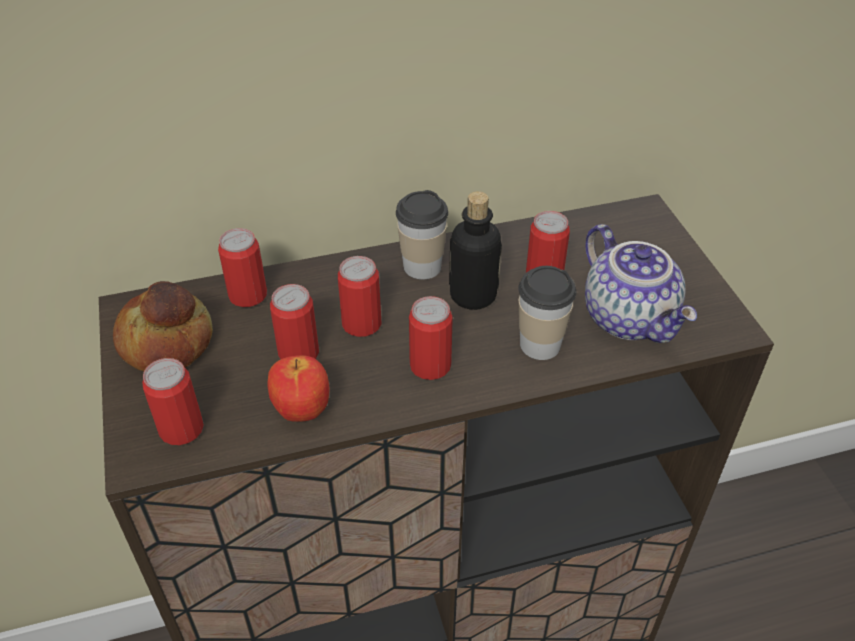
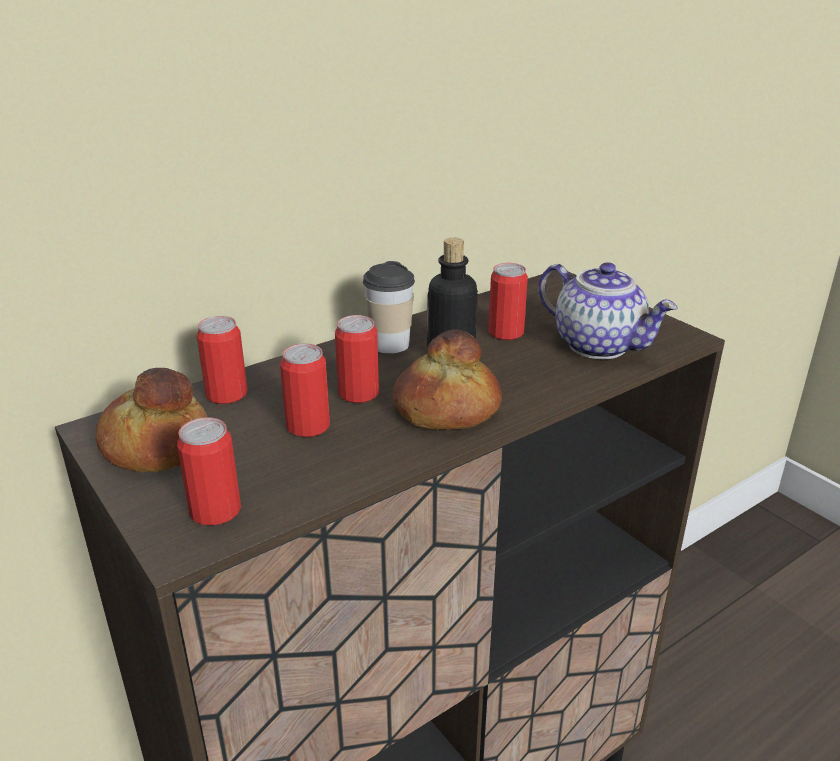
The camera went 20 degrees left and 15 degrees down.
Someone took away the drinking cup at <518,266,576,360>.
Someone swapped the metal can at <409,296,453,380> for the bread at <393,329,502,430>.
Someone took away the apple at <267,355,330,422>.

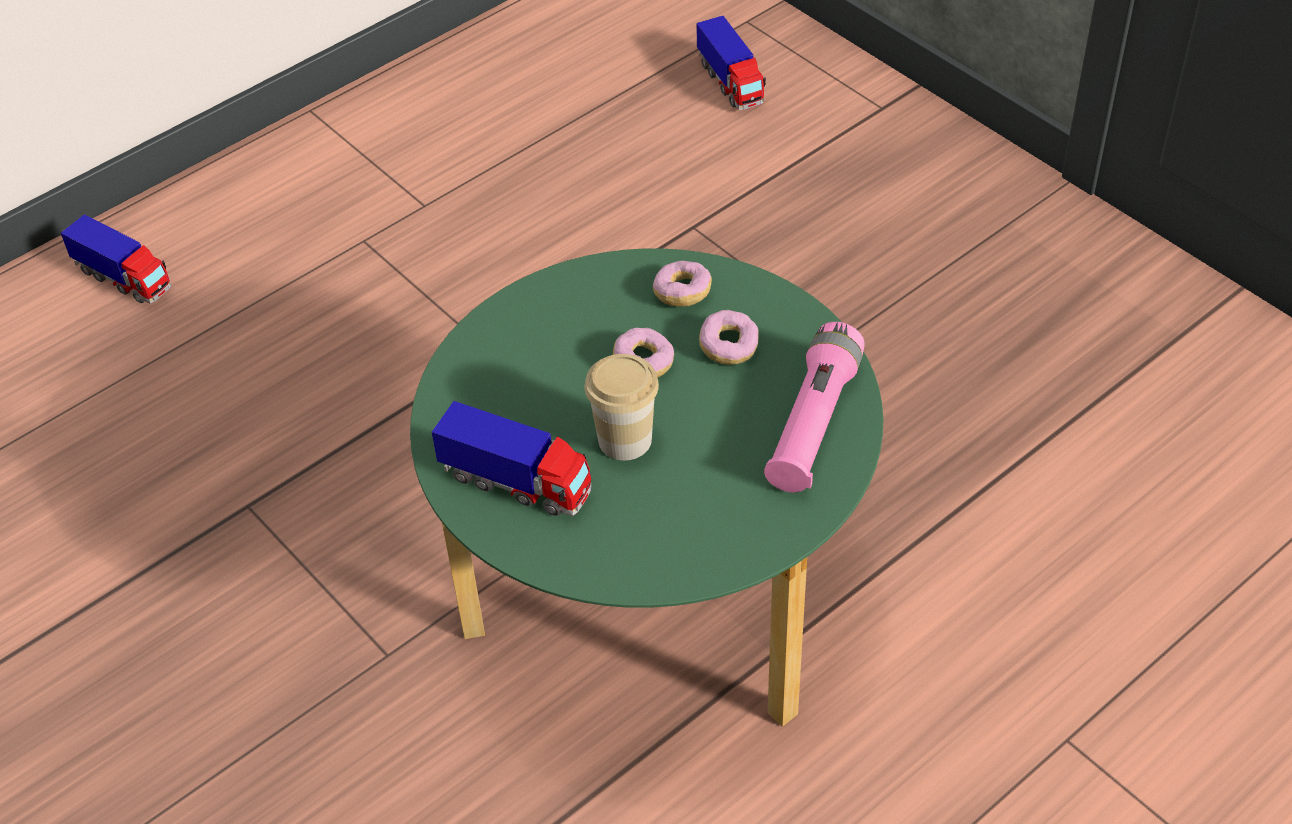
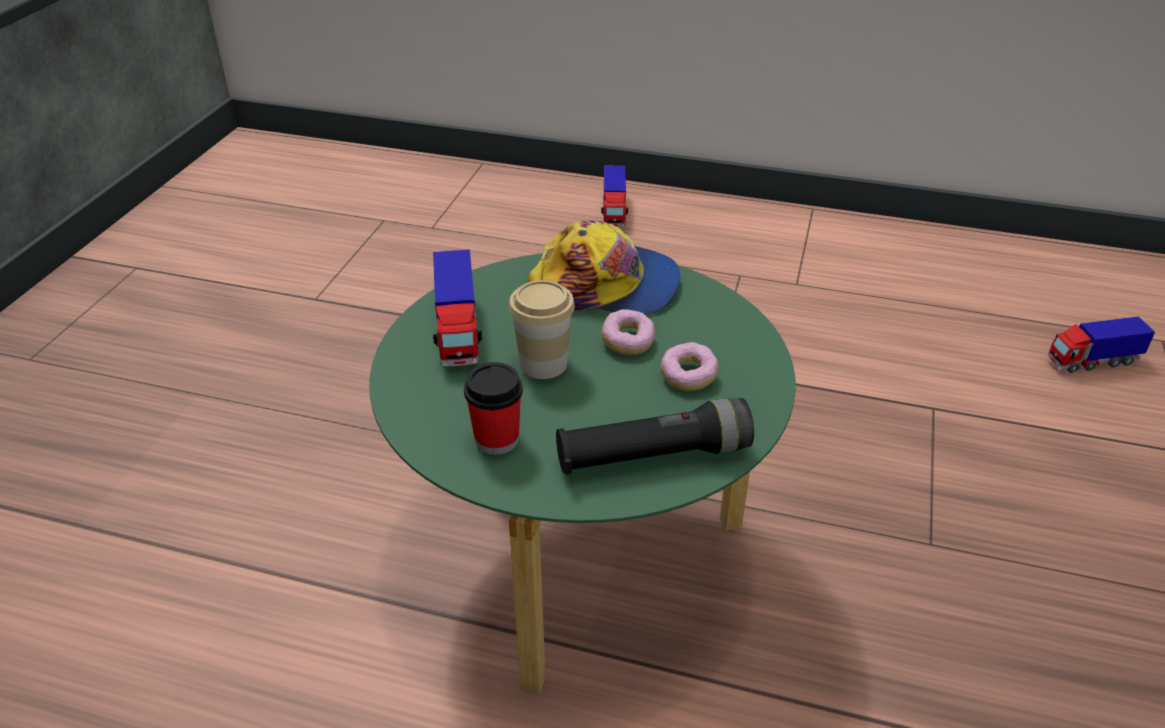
The camera went 55 degrees right and 10 degrees down.
Someone rotated the toy truck at <696,16,766,110> by 45 degrees clockwise.
Someone took away the donut at <653,261,712,307>.
Someone repainted the pink flashlight at <764,322,865,492>, which became the black-coloured flashlight at <556,398,754,475>.
Someone put down the baseball cap at <528,220,680,315>.
Someone put down the drinking cup at <464,362,523,455>.

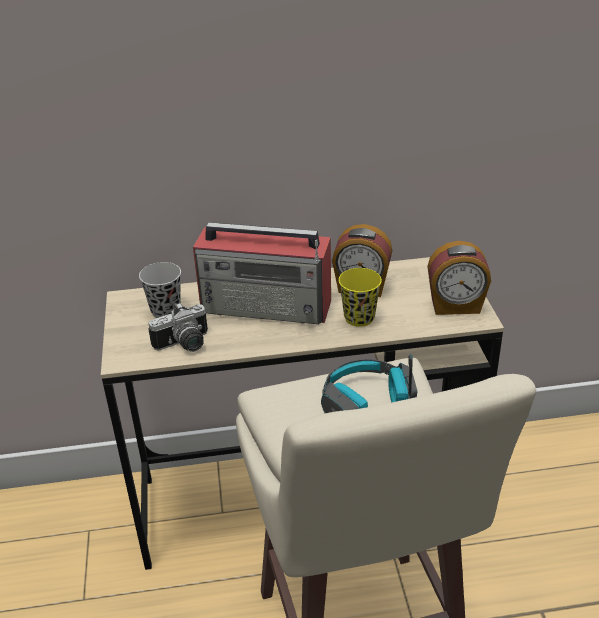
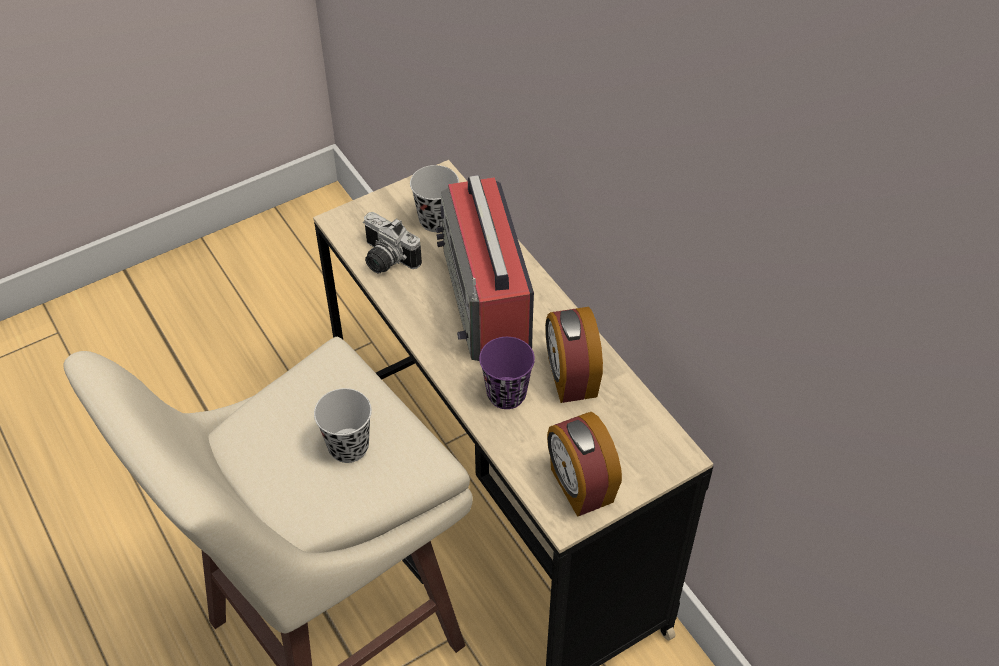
The camera went 65 degrees right and 15 degrees up.
Someone repainted the yellowish drinking cup at <339,268,382,327>, which became the purple-coloured drinking cup at <479,337,535,409>.
Someone swapped the headphones at <321,354,417,413> for the black-coloured drinking cup at <314,388,372,463>.

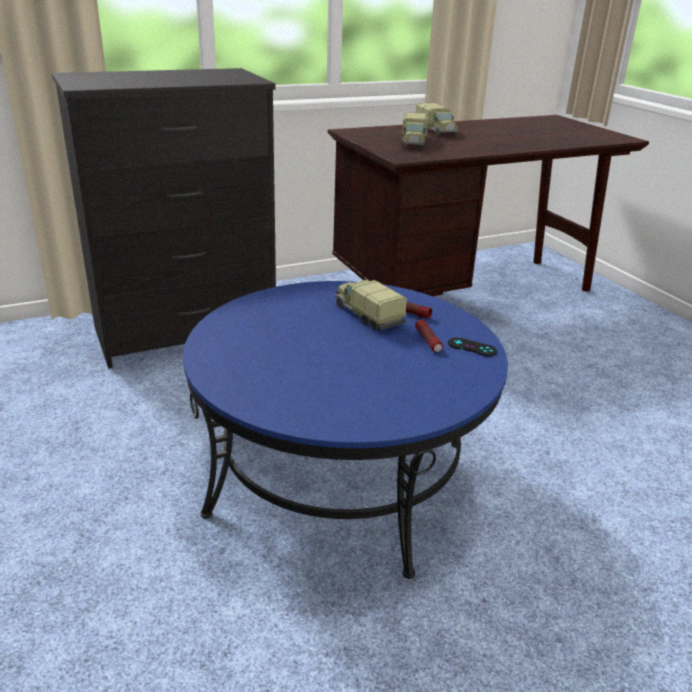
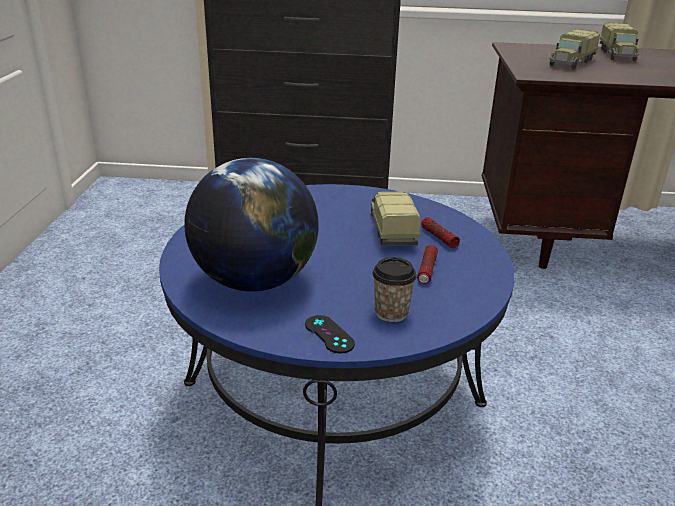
The camera went 30 degrees right and 0 degrees up.
Someone carried the black-coloured joypad from <448,338,497,357> to <305,315,355,353>.
Someone put down the globe at <184,158,319,292>.
Someone put down the drinking cup at <372,257,417,322>.

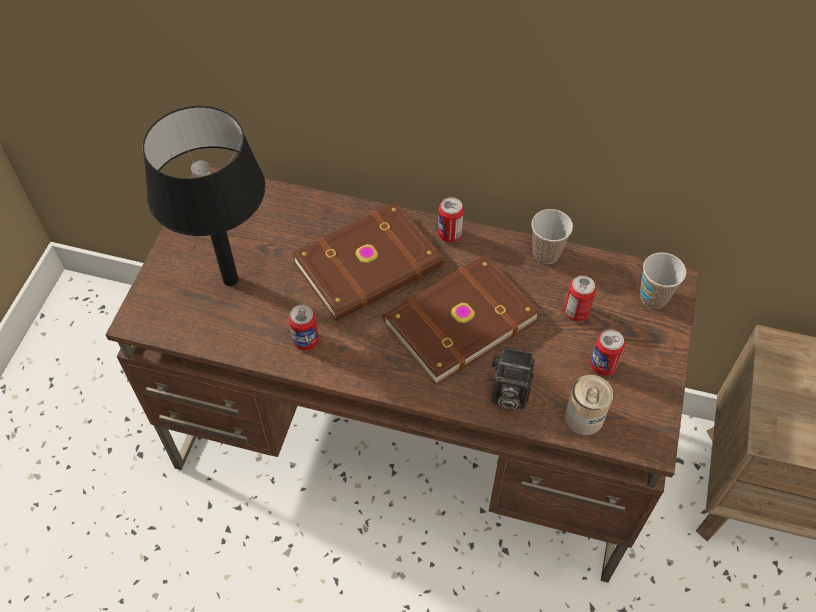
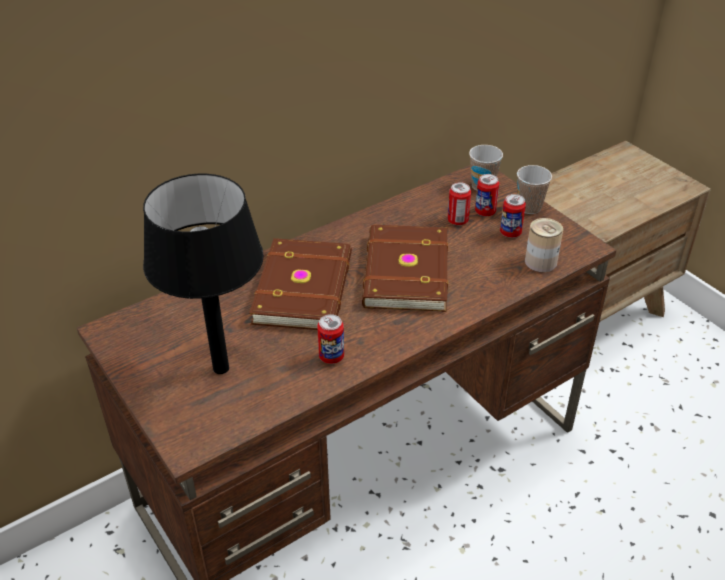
The camera went 50 degrees left and 15 degrees down.
Someone carried the metal can from <438,197,464,242> to <475,174,499,216>.
Someone carried the drinking cup from <531,209,573,264> to <517,165,552,214>.
Someone took away the still camera at <491,347,535,410>.

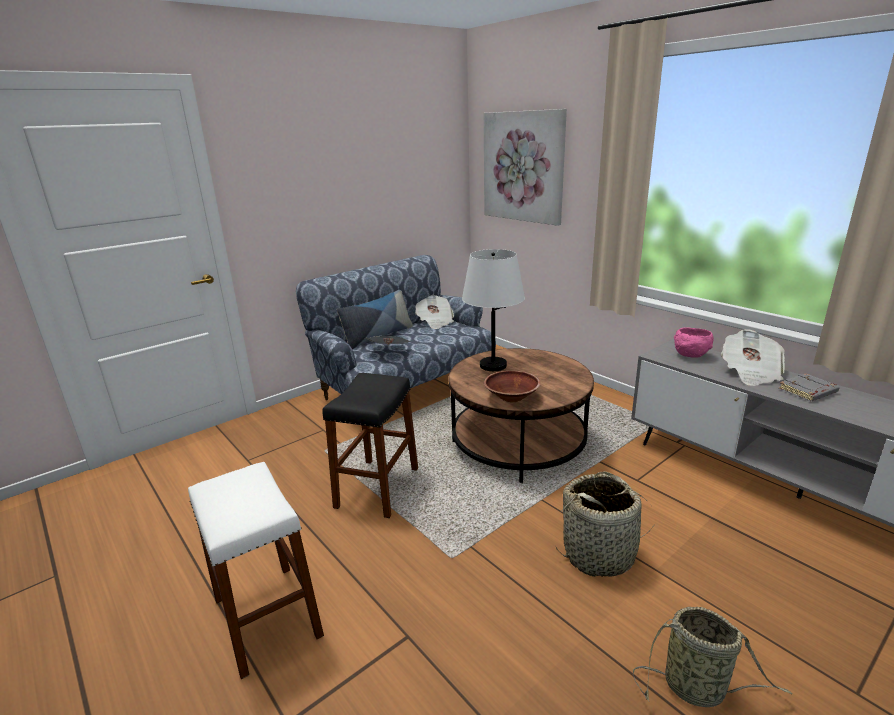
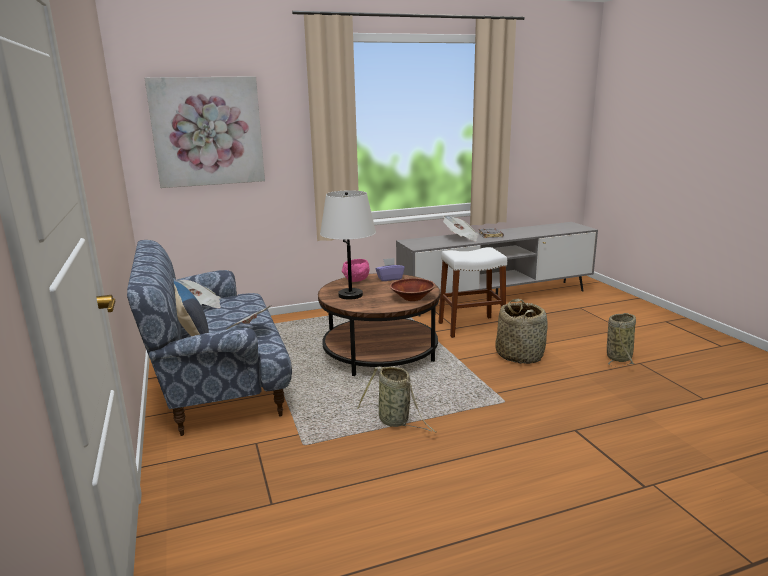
The camera went 70 degrees left and 5 degrees down.
Someone carried the pink bowl from <674,327,714,358> to <342,259,369,282>.
Someone swapped the black-coloured stool seat at <322,373,418,518> for the storage basket at <357,366,436,432>.
Someone carried the white stool seat from <188,462,324,679> to <439,247,507,338>.
Someone put down the purple-coloured tissue holder at <375,258,405,281>.

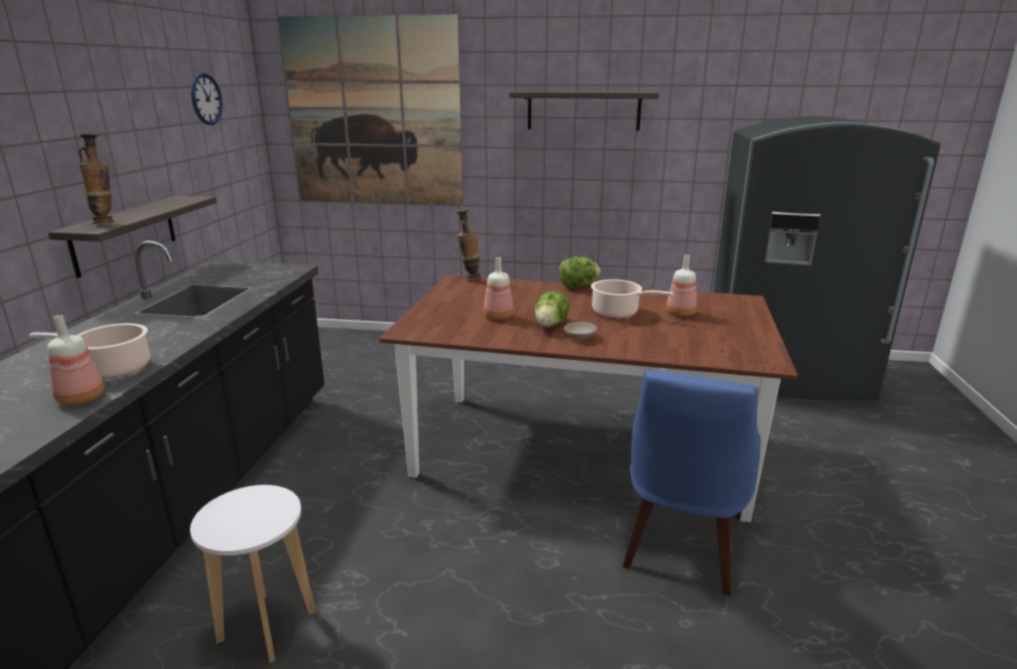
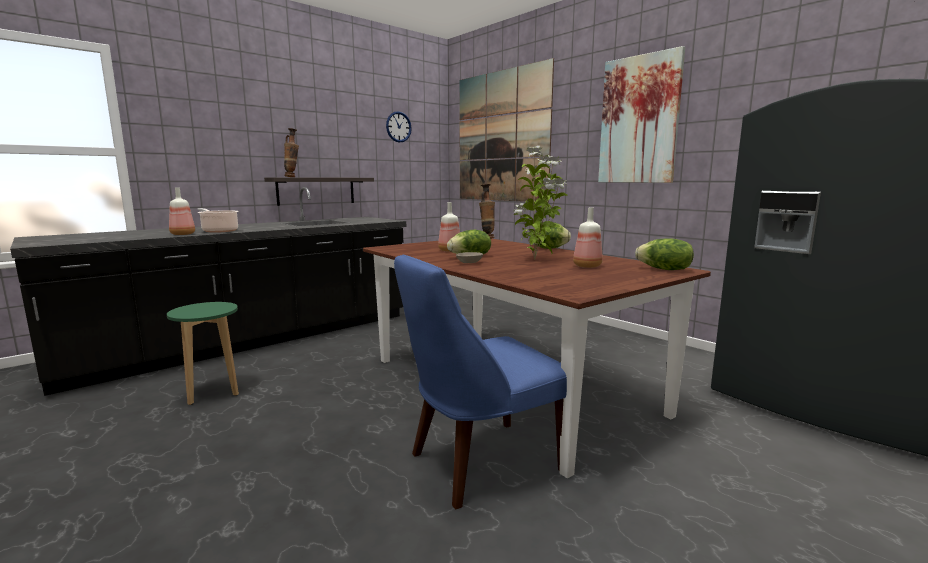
The camera went 40 degrees right and 10 degrees down.
Someone swapped the bracket shelf at <509,91,659,131> for the wall art at <598,46,685,183>.
Someone swapped the cooking pot at <591,279,673,318> for the houseplant at <513,146,568,260>.
Someone repainted the white stool seat at <190,485,316,663>, which became the green stool seat at <167,302,239,405>.
Someone put down the lettuce at <635,238,694,270>.

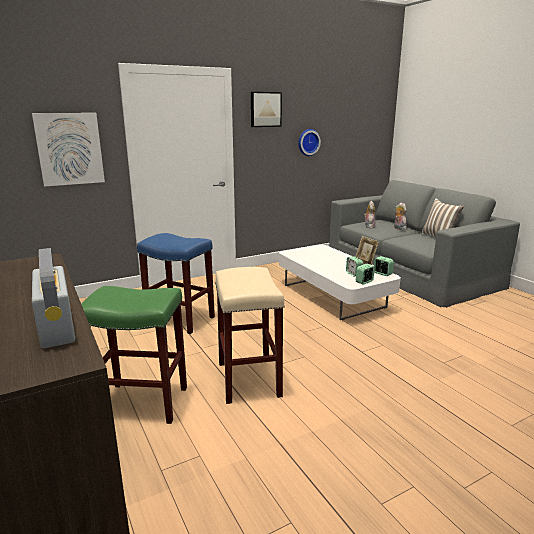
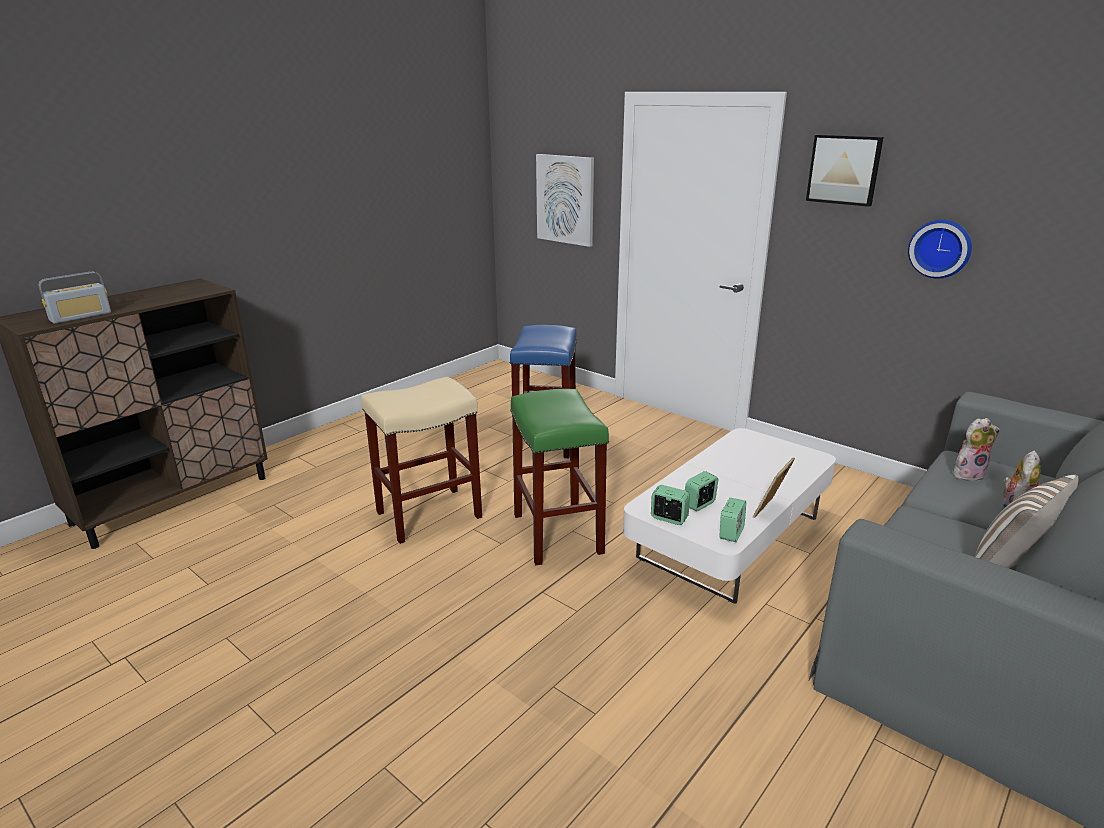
The camera went 70 degrees right and 5 degrees up.
Someone carried the green stool seat from <81,286,187,424> to <510,389,609,565>.

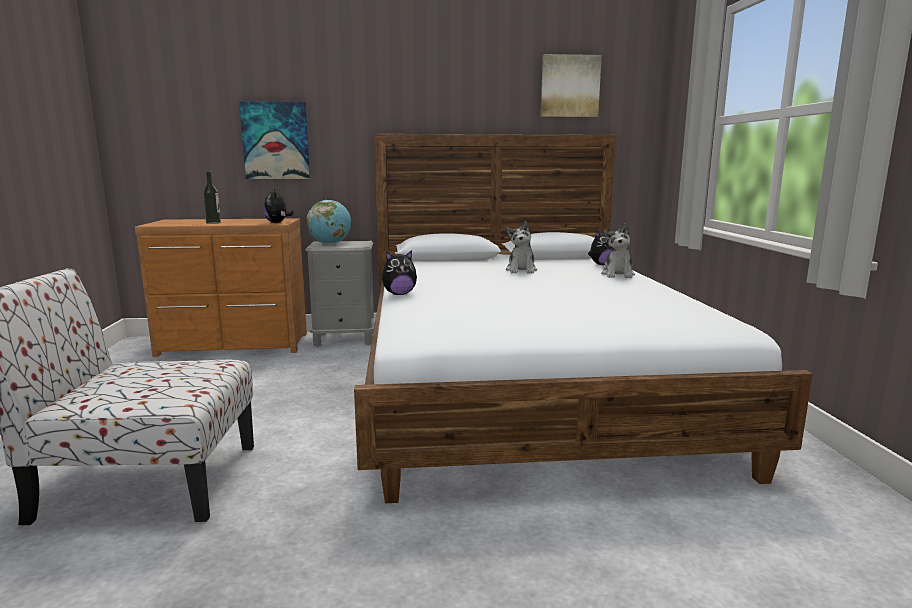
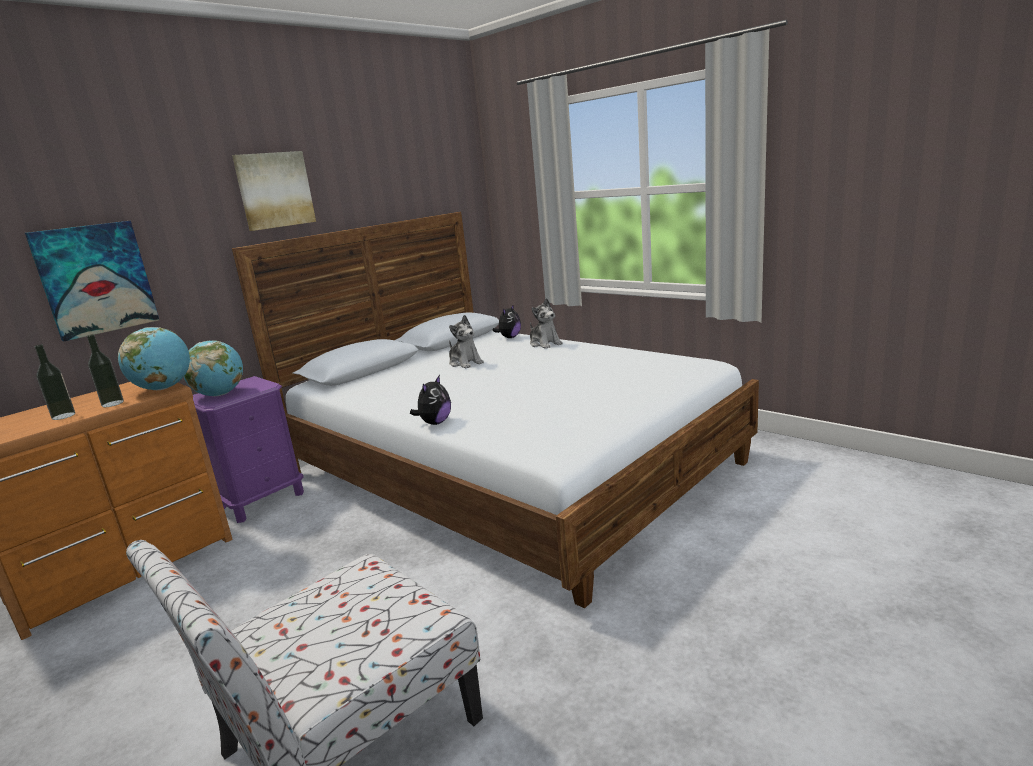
The camera went 40 degrees left and 5 degrees up.
Someone carried the wall art from <541,54,602,117> to <232,151,316,231>.
Someone swapped the plush toy at <263,189,293,223> for the globe at <118,327,190,390>.
Someone repainted the greyish night table at <305,241,376,346>, which became the purple-coloured night table at <193,376,304,523>.
Someone put down the bottle at <87,334,124,407>.

